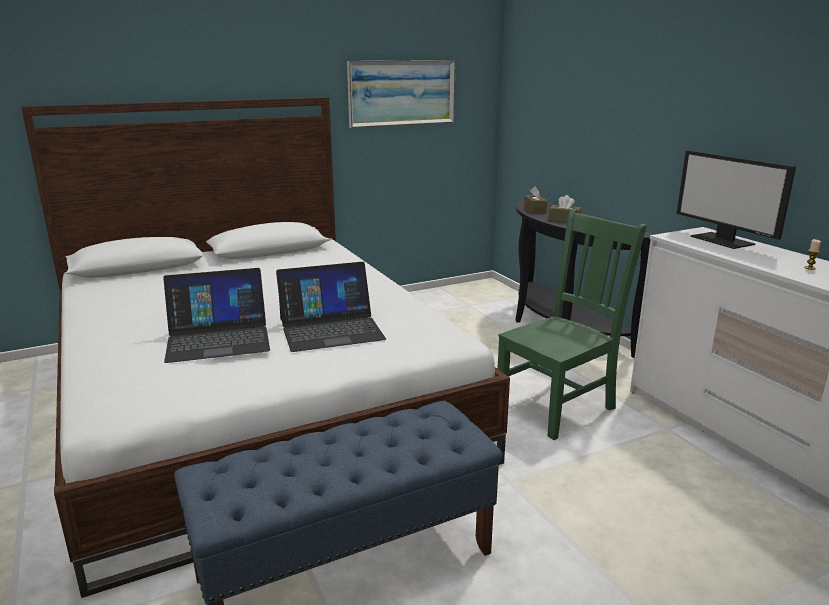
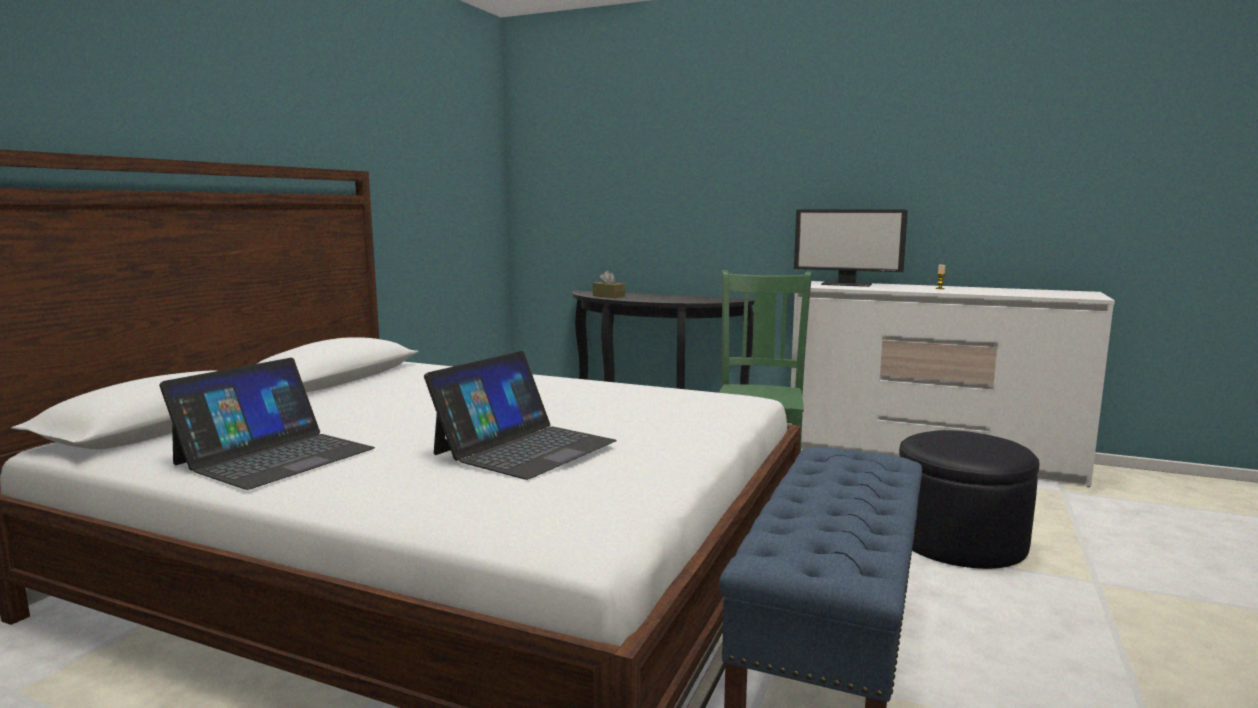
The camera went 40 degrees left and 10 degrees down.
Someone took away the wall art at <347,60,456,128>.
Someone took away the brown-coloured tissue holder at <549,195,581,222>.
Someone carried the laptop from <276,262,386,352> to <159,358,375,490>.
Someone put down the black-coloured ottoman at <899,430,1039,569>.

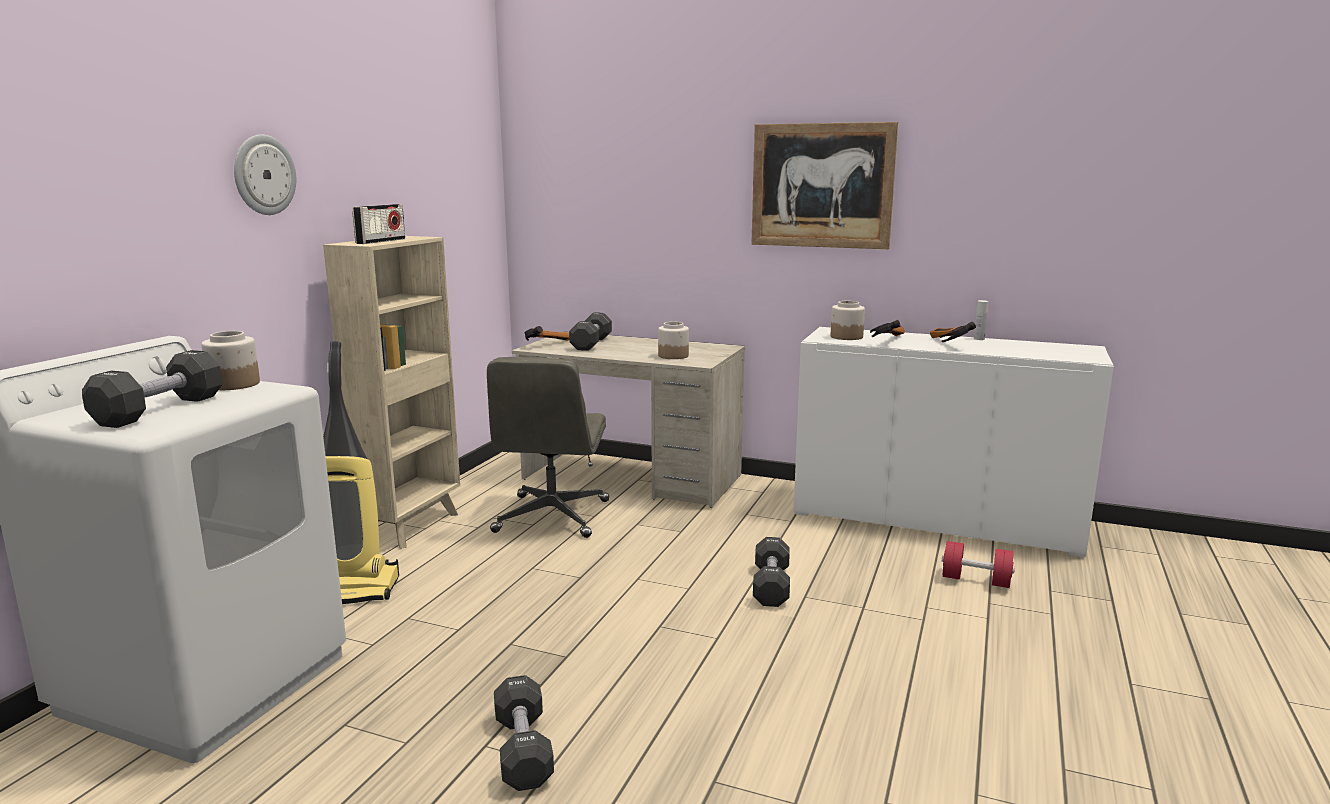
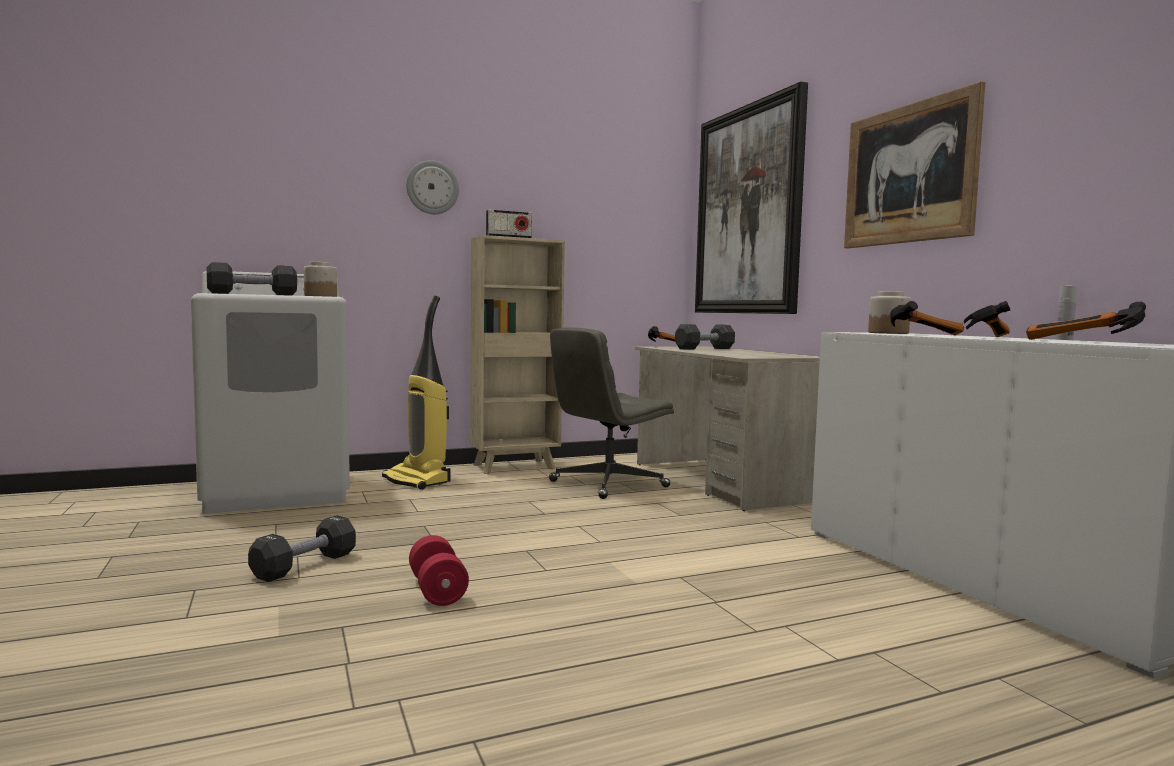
The camera went 45 degrees right and 10 degrees down.
Someone took away the preserve jar at <658,322,689,359>.
Someone took away the black-coloured free weight at <753,537,790,607>.
Someone carried the red free weight from <942,541,1015,588> to <409,535,469,606>.
Someone put up the wall art at <695,82,808,314>.
Someone put down the tool hammer at <1026,302,1146,340>.

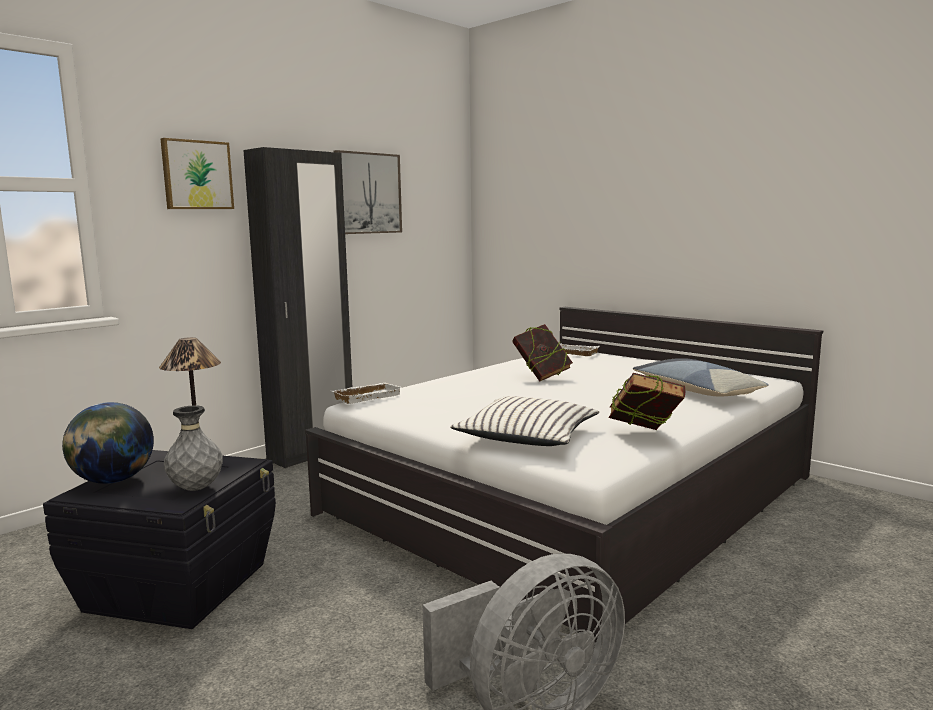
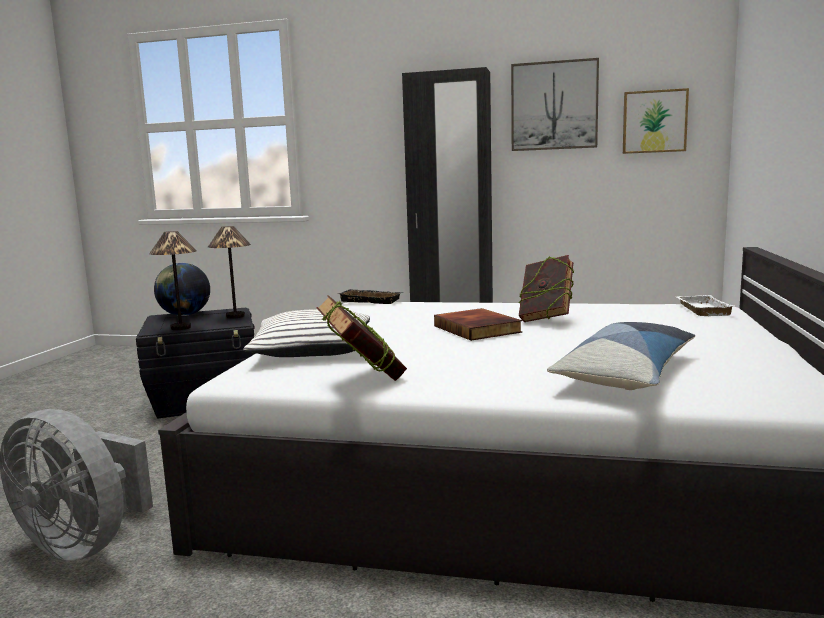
The camera went 60 degrees right and 0 degrees up.
Someone carried the wall art from <160,138,234,209> to <623,88,689,154>.
Someone repainted the white serving tray at <332,383,401,404>, which became the black-coloured serving tray at <339,289,402,304>.
Someone swapped the greyish flower vase at <164,406,223,491> for the tabletop lamp at <149,231,197,330>.
Someone put down the volume at <434,308,522,341>.

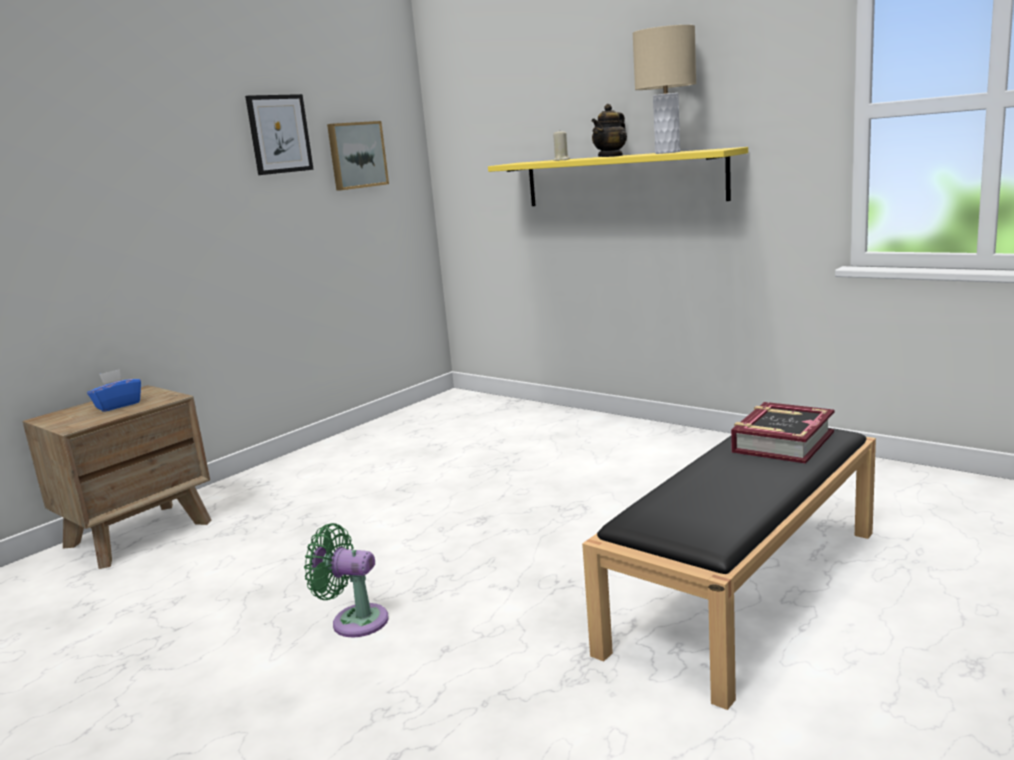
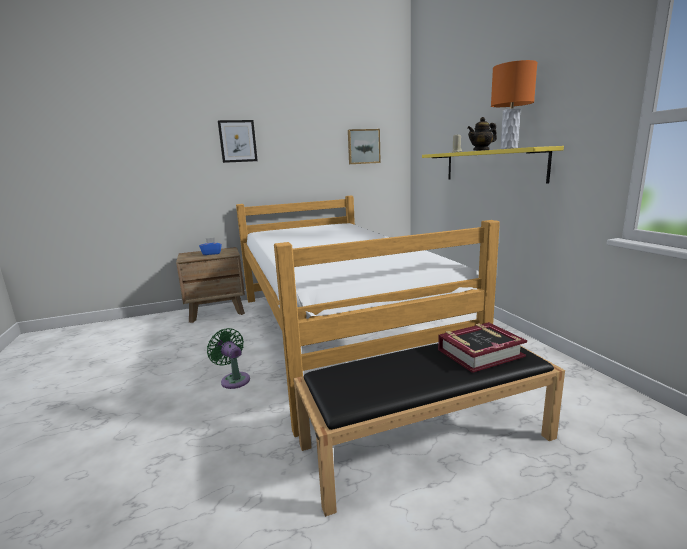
The camera went 30 degrees right and 0 degrees up.
Someone repainted the beige tabletop lamp at <632,25,696,154>, which became the orange-coloured tabletop lamp at <491,60,537,149>.
Someone carried the wall art from <245,94,314,175> to <218,120,258,163>.
Someone put down the bedroom bed at <236,196,500,437>.

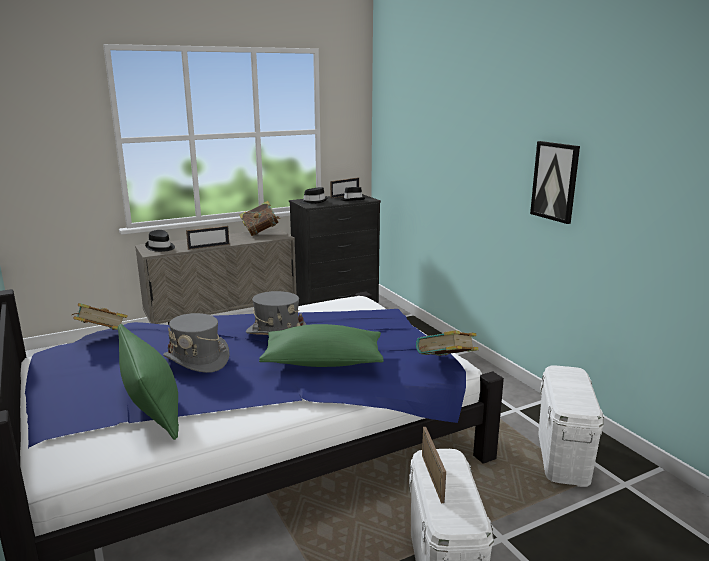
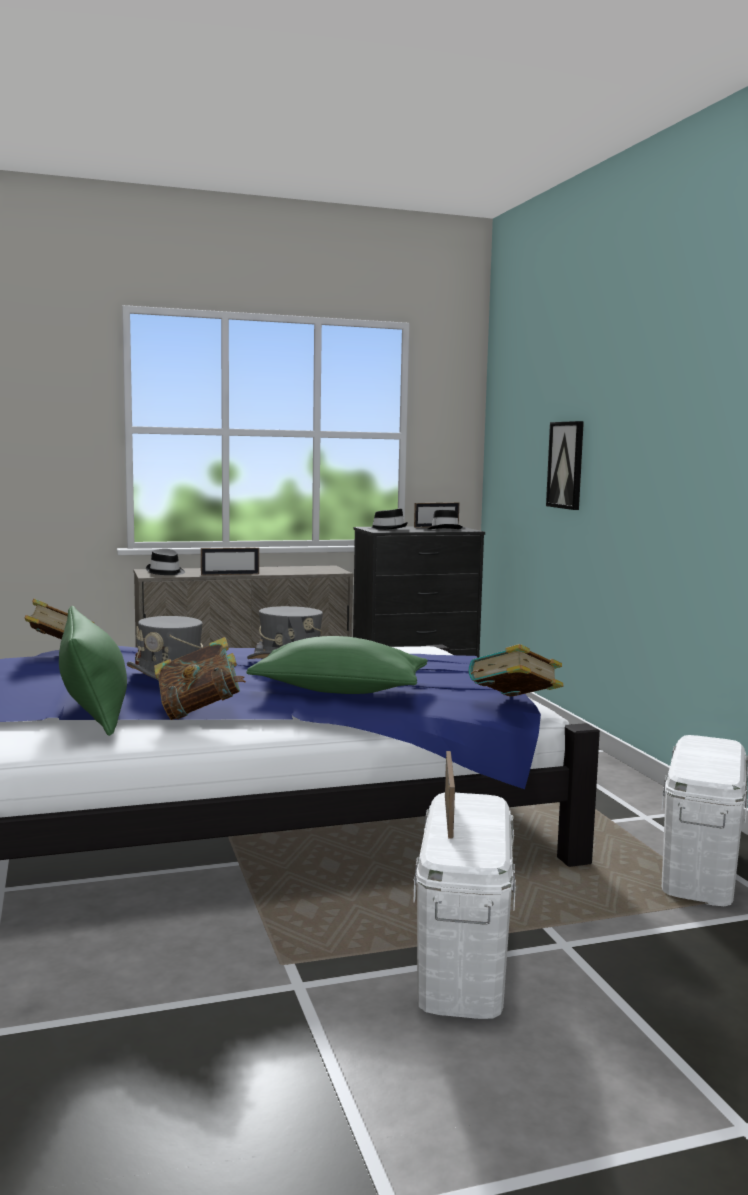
The camera went 10 degrees right and 10 degrees down.
Someone carried the wall art from <530,141,580,224> to <546,421,584,510>.
Someone carried the volume from <239,201,281,236> to <154,637,246,720>.

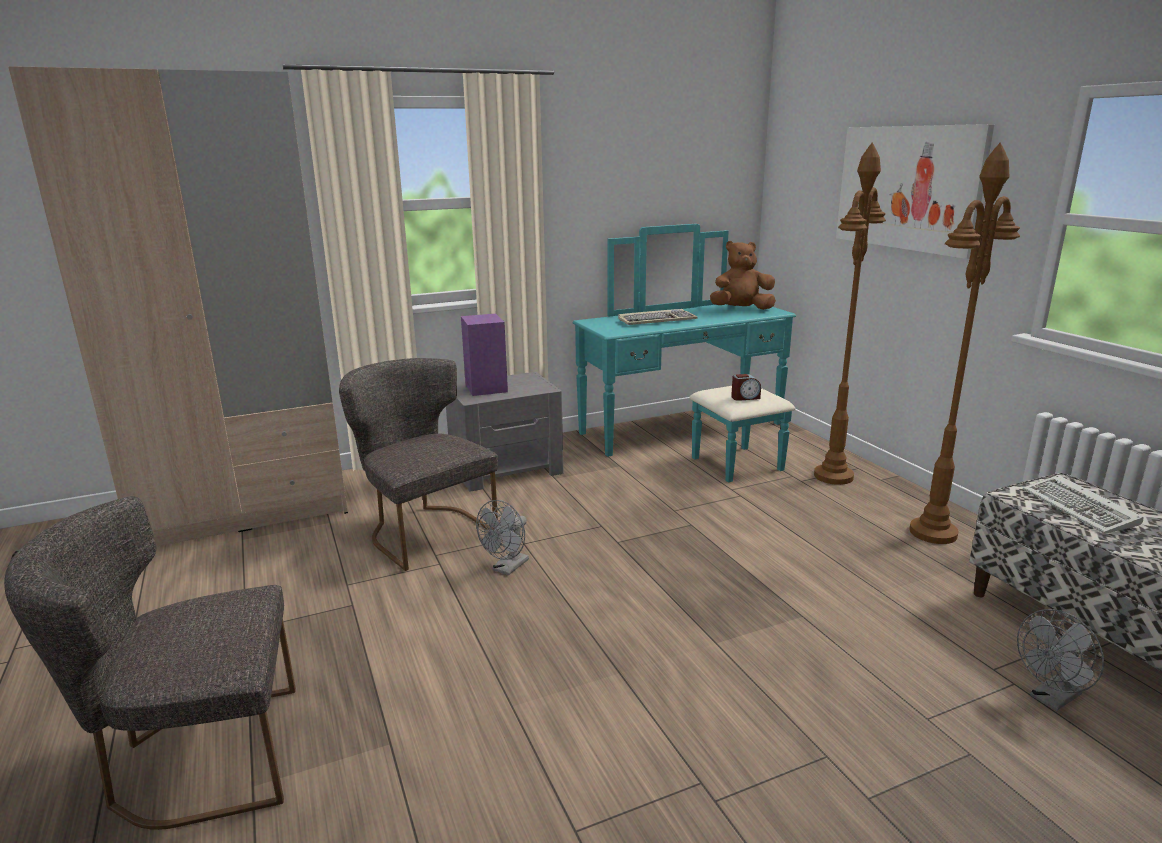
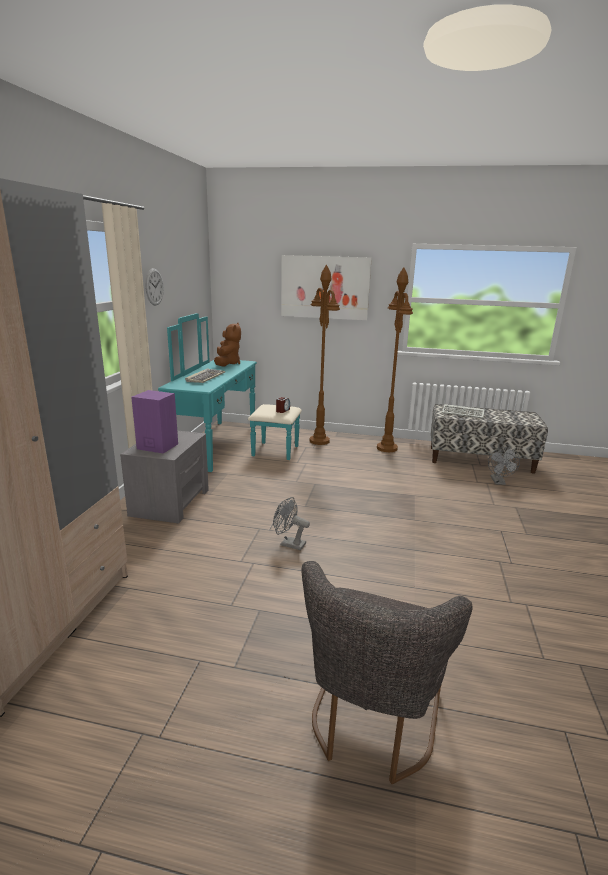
The camera went 55 degrees left and 0 degrees up.
Someone rotated the brown-coloured plush toy at <710,241,776,310> by 150 degrees clockwise.
Someone took away the greyish plain chair at <339,358,498,571>.
Someone rotated the greyish cooling fan at <476,500,529,576> by 135 degrees clockwise.
Someone put up the wall clock at <145,268,164,305>.

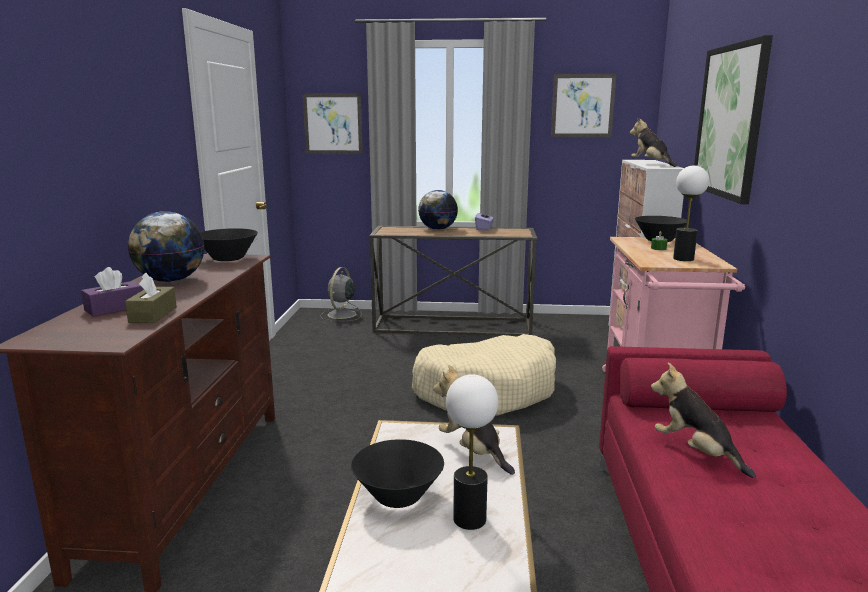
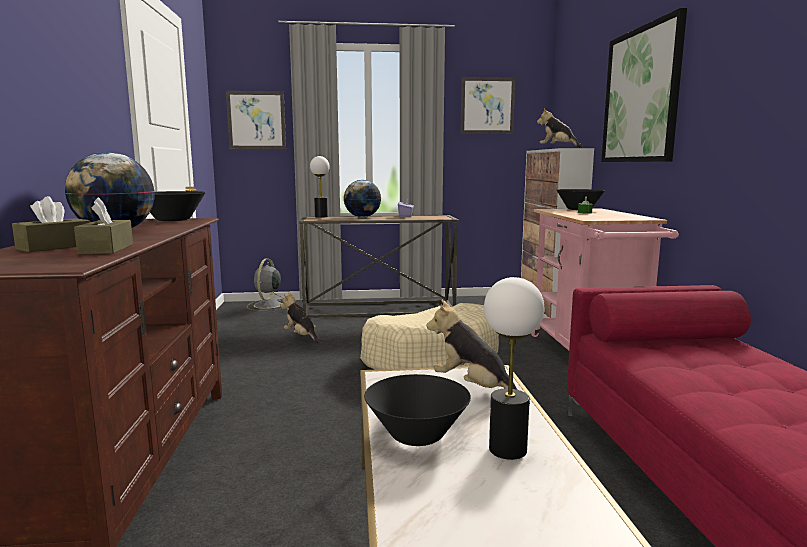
The camera went 10 degrees left and 5 degrees down.
Someone carried the tabletop lamp from <673,165,709,261> to <310,156,330,218>.
Someone repainted the purple-coloured tissue holder at <81,267,143,317>, which became the brown-coloured tissue holder at <12,196,90,252>.
Someone carried the plush toy from <651,362,756,478> to <280,292,322,344>.

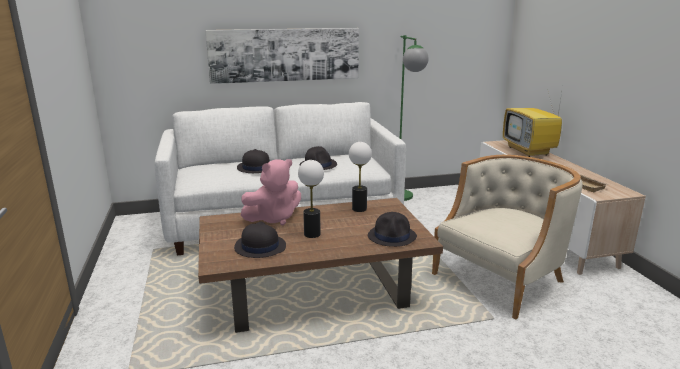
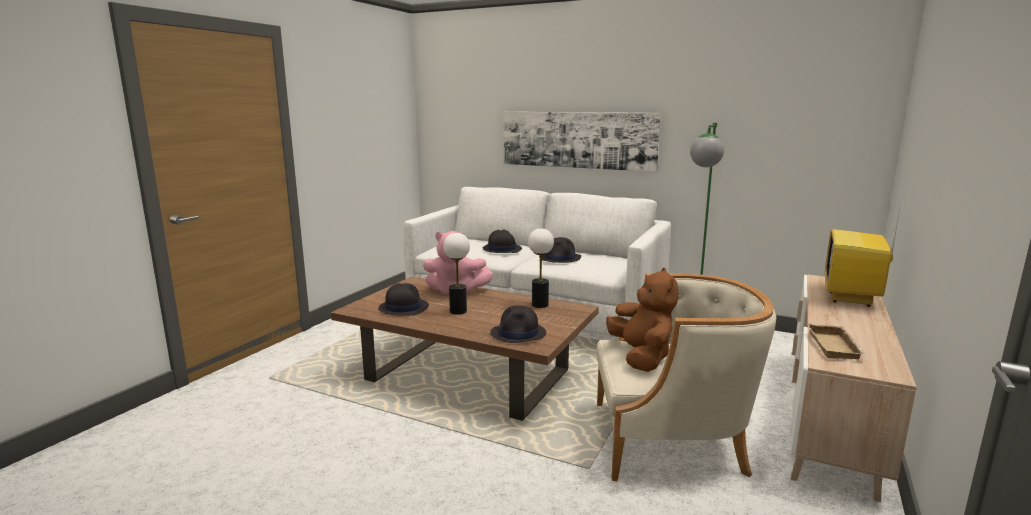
The camera went 40 degrees right and 5 degrees down.
Someone put down the brown-coloured plush toy at <606,267,679,372>.

